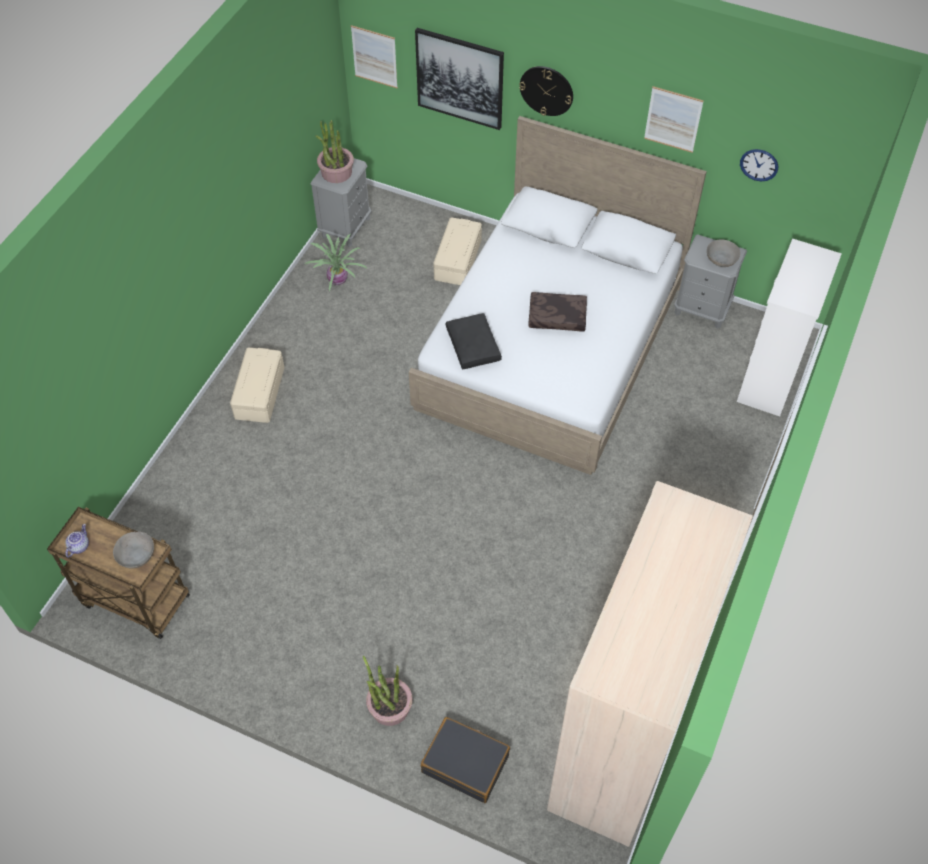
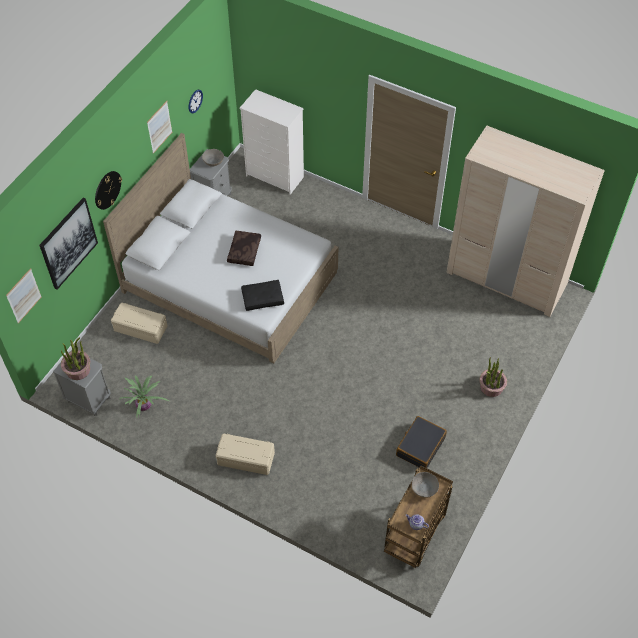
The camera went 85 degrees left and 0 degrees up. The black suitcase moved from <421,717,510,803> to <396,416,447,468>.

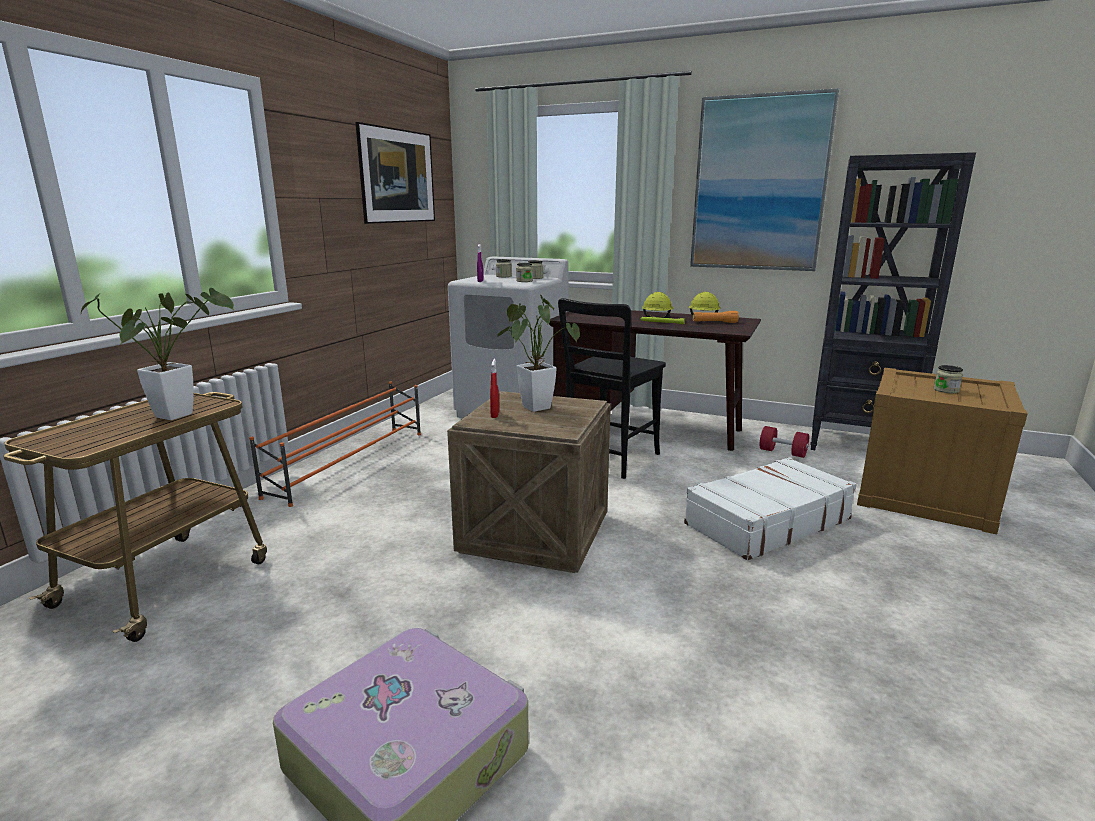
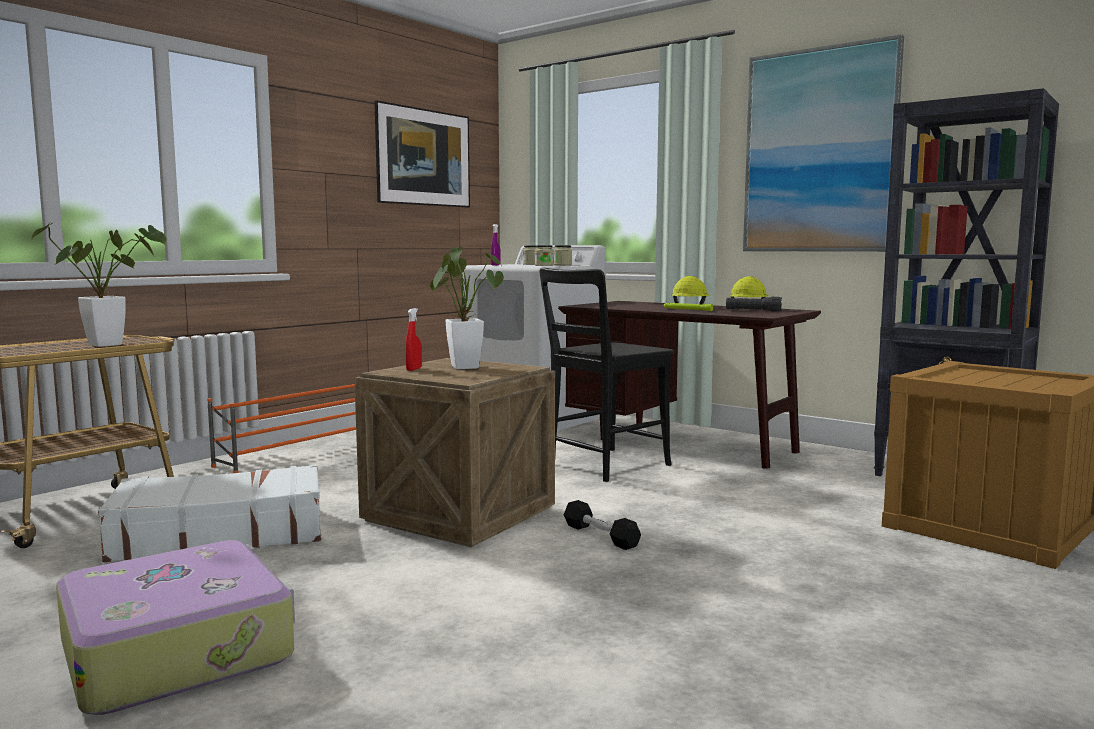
The camera went 15 degrees right and 10 degrees down. The orange flashlight at <693,311,739,323> became the black flashlight at <726,297,782,312>. The jar at <933,365,963,393> disappeared. The red dumbbell at <760,426,809,458> disappeared. The white suitcase moved from <684,457,857,560> to <98,465,321,562>. The black dumbbell at <564,500,641,550> appeared.

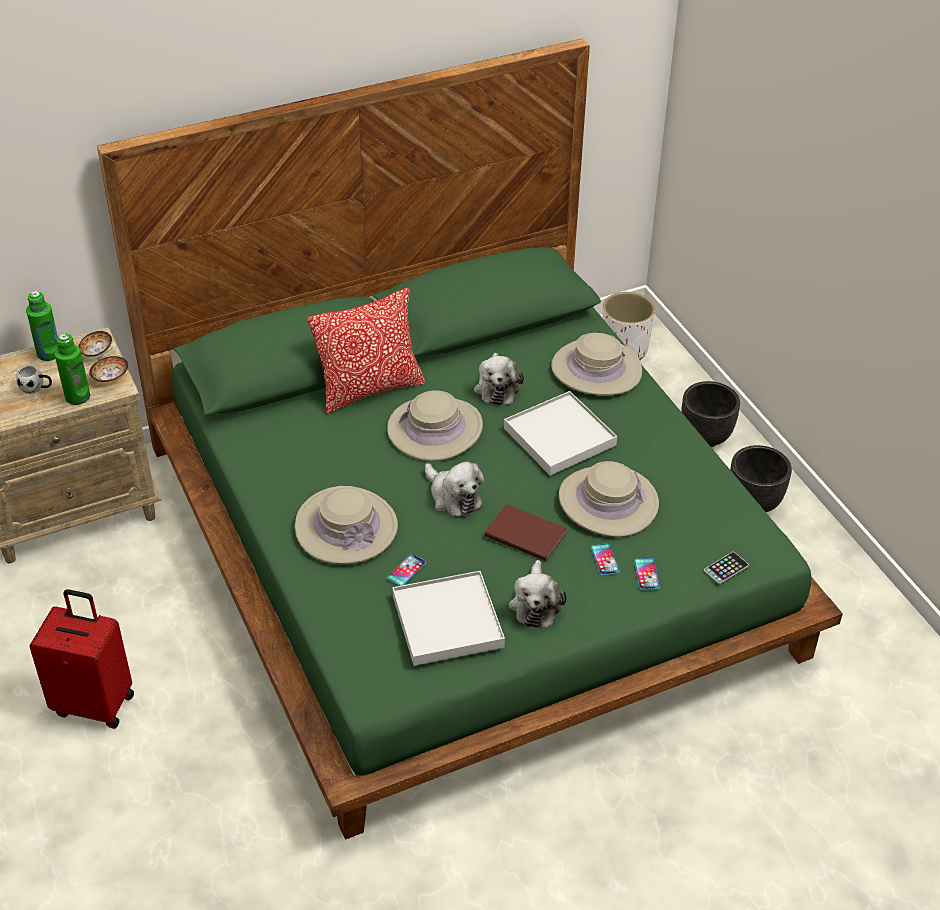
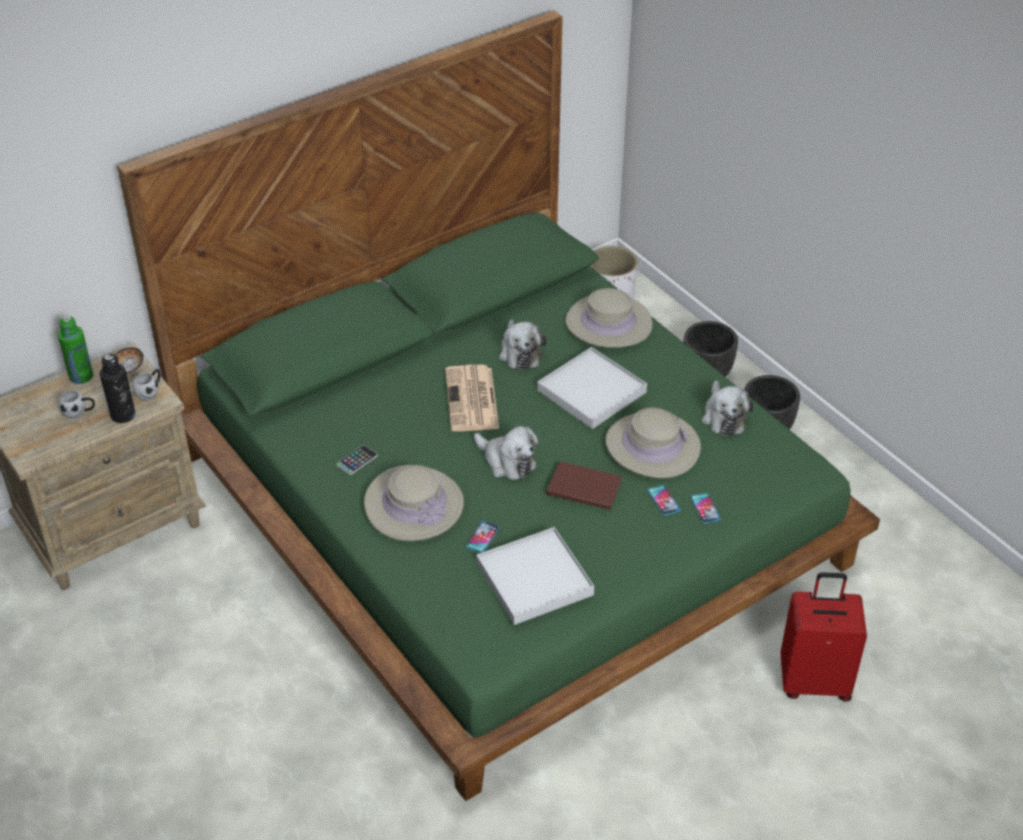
The camera went 10 degrees left and 0 degrees up. The pillow at <308,288,425,414> disappeared. The green bottle at <54,333,90,405> became the black bottle at <100,354,135,423>. The bowl at <89,356,128,382> was replaced by the white mug at <132,369,161,401>. The beige hat at <387,390,483,461> was replaced by the newspaper at <445,365,499,431>. The phone moved from <704,552,749,584> to <336,445,378,475>. The plush toy moved from <509,560,567,628> to <702,381,753,436>. The red suitcase moved from <29,589,134,729> to <780,572,867,702>.

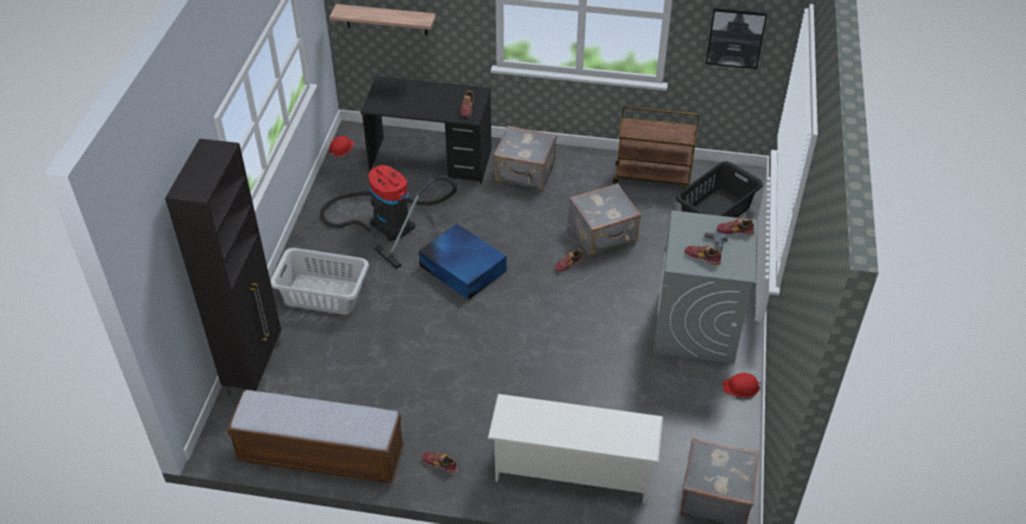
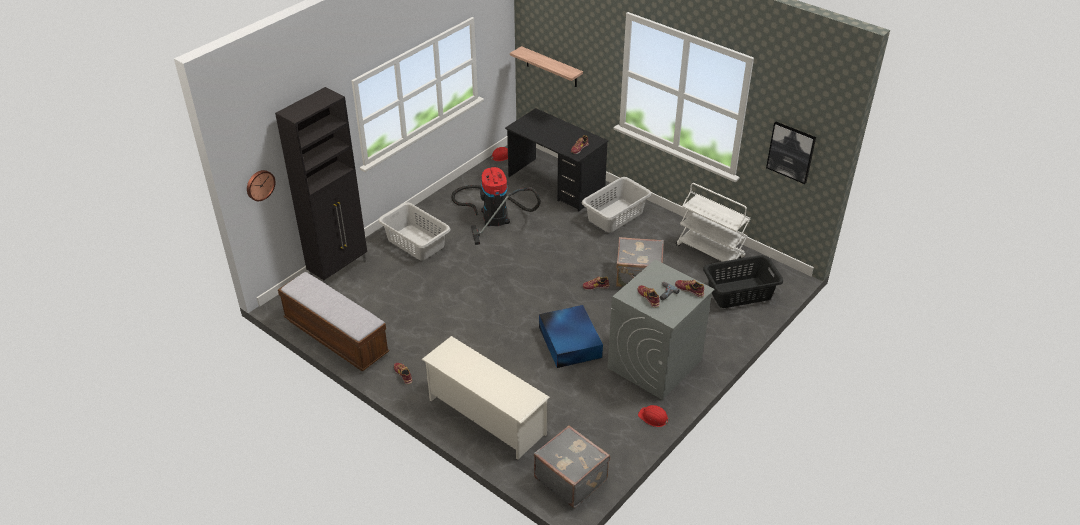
The camera went 30 degrees right and 5 degrees down. The brown cart at <613,106,699,189> became the white cart at <676,183,751,271>. The grey suitcase at <494,126,557,190> was replaced by the grey laundry basket at <582,177,651,232>. The blue storage box moved from <418,224,507,300> to <539,305,603,368>. The wall clock at <247,170,276,201> appeared.

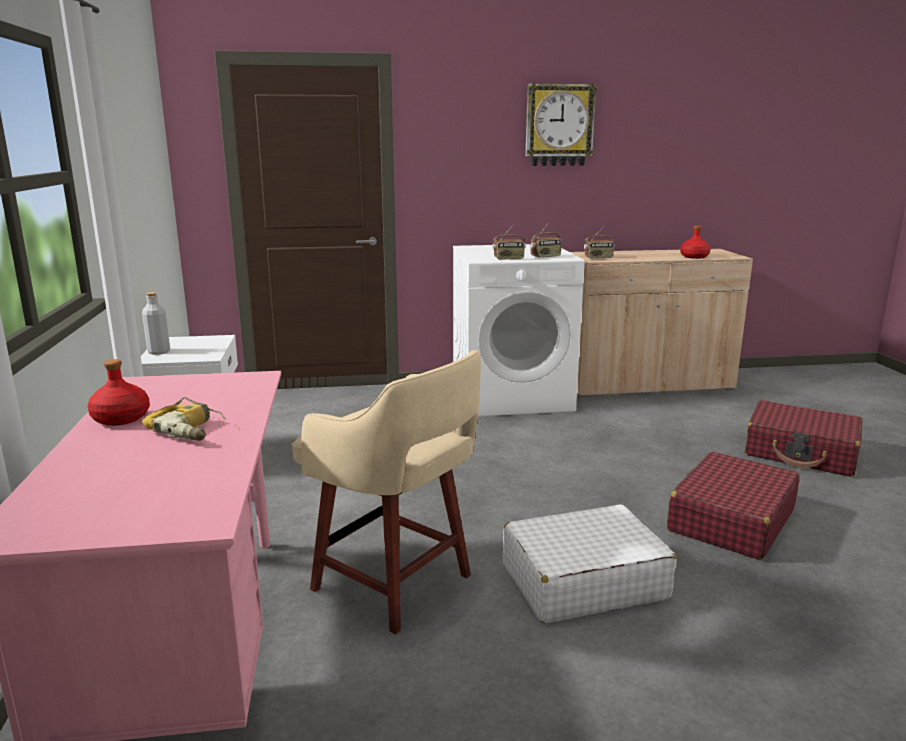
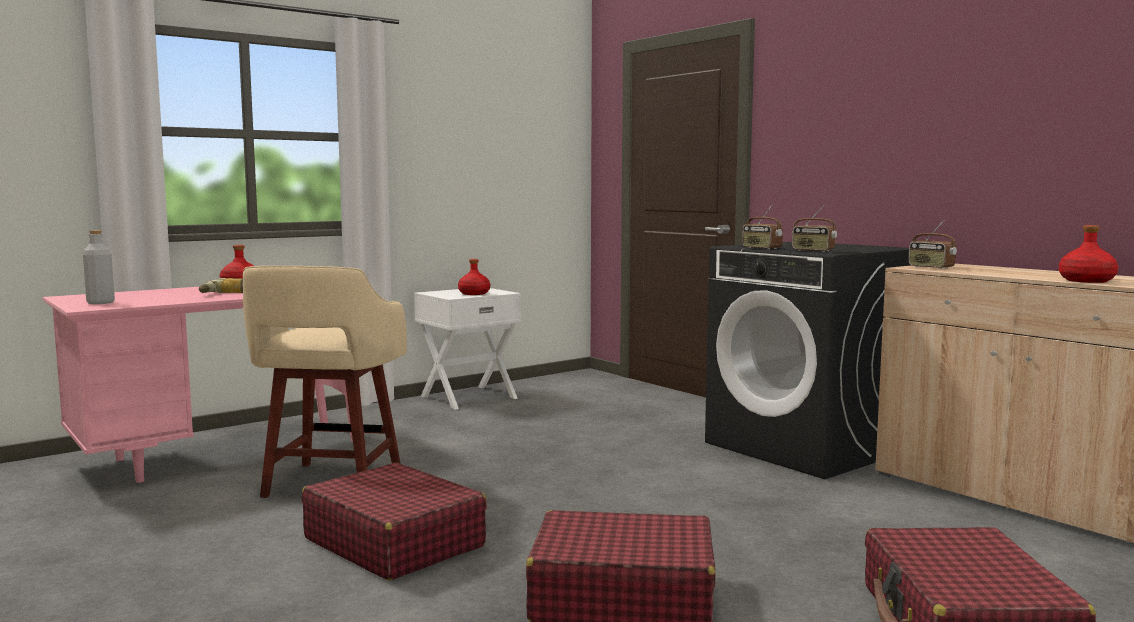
The camera went 60 degrees right and 10 degrees down. The wall clock at <526,83,597,166> disappeared. The white washing machine at <453,244,584,416> became the black washing machine at <705,242,910,479>. The grey bottle moved from <142,292,170,355> to <83,230,115,304>. The white suitcase at <503,504,677,623> became the red suitcase at <302,463,487,580>. The red bottle at <458,259,490,295> appeared.

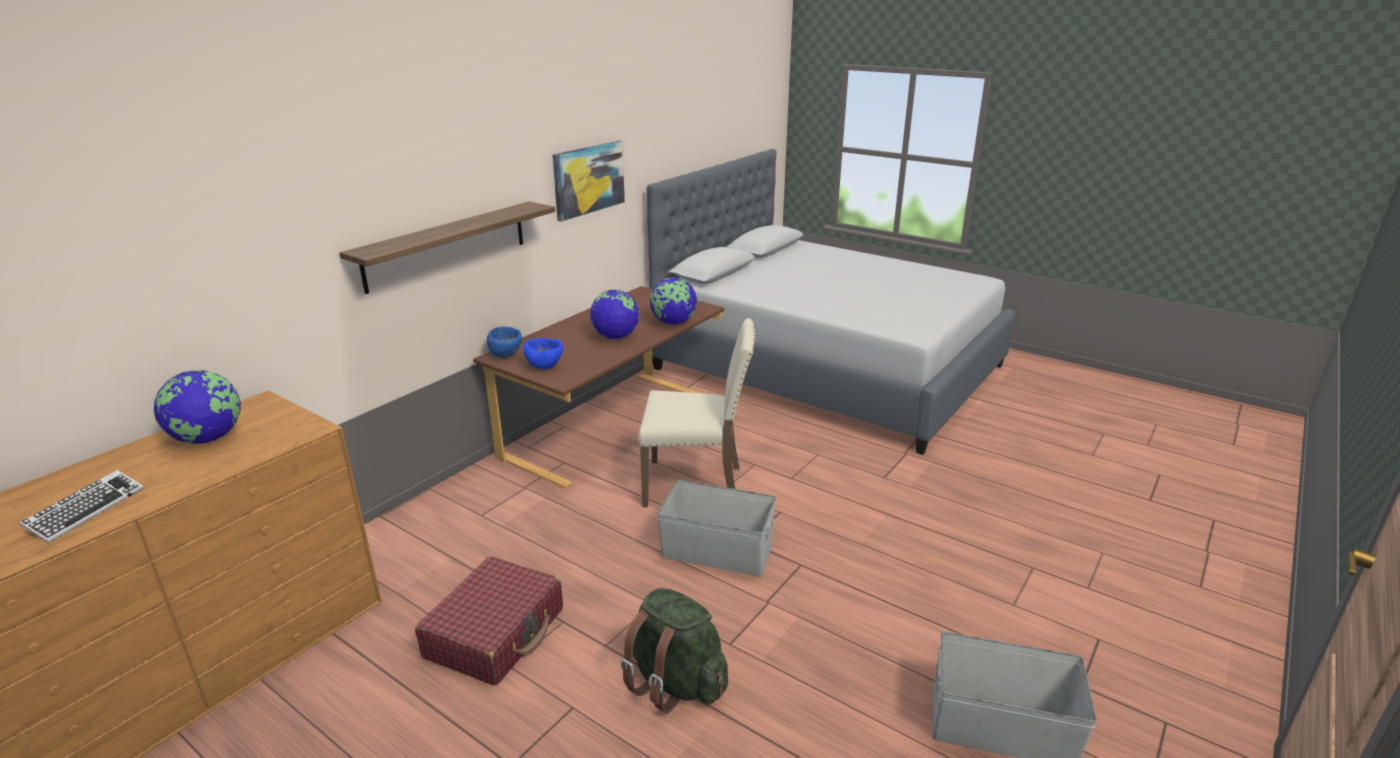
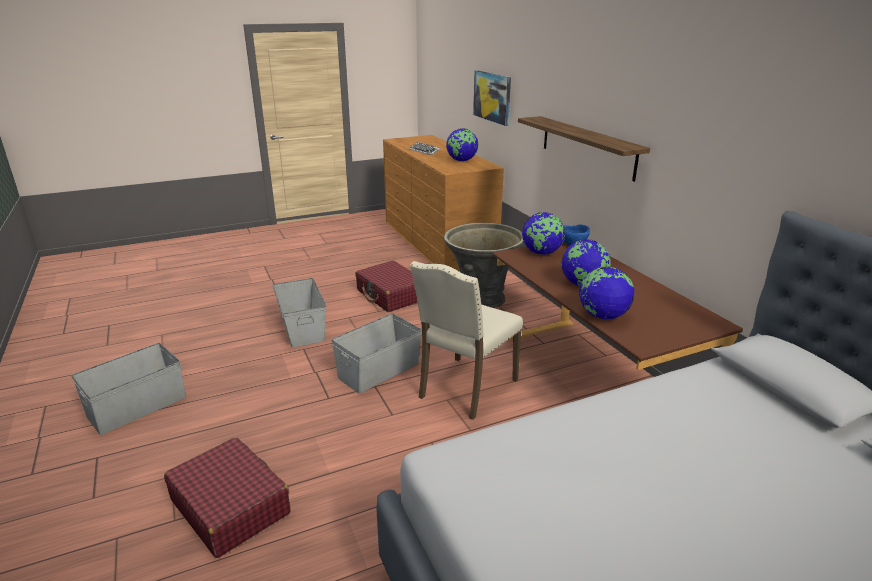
The camera went 120 degrees right and 0 degrees up. The picture moved from <552,140,625,222> to <473,70,511,126>. The blue bowl at <524,338,563,369> was replaced by the globe at <522,212,565,255>. The green backpack at <620,588,728,713> was replaced by the grey storage box at <272,278,327,347>. The grey planter at <444,223,524,308> appeared. The red suitcase at <164,437,290,558> appeared.

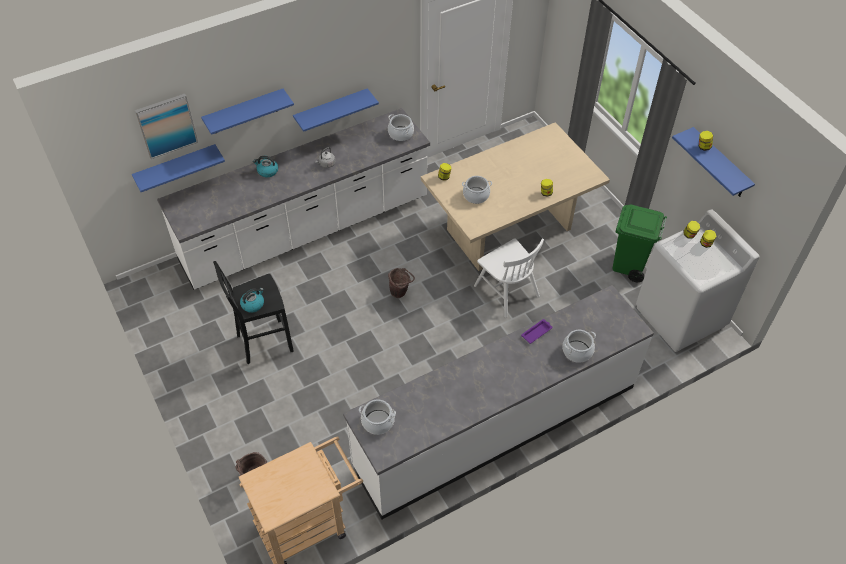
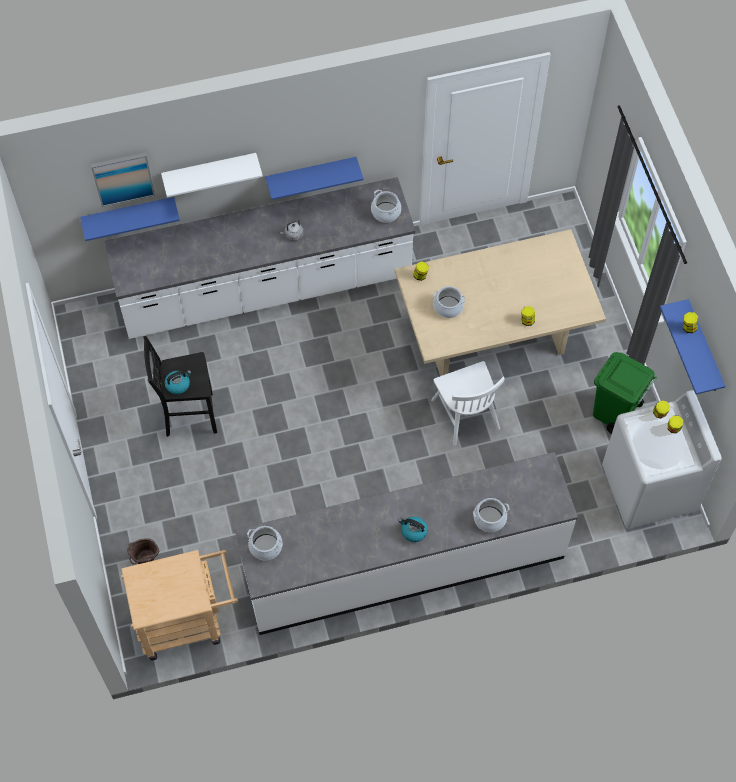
The camera went 15 degrees right and 10 degrees up. The blue shelf at <201,89,294,135> became the white shelf at <161,153,263,197>. The kettle moved from <253,156,278,177> to <398,517,428,542>. The brown bucket at <388,268,415,298> disappeared. The purple tray at <521,319,552,344> disappeared.

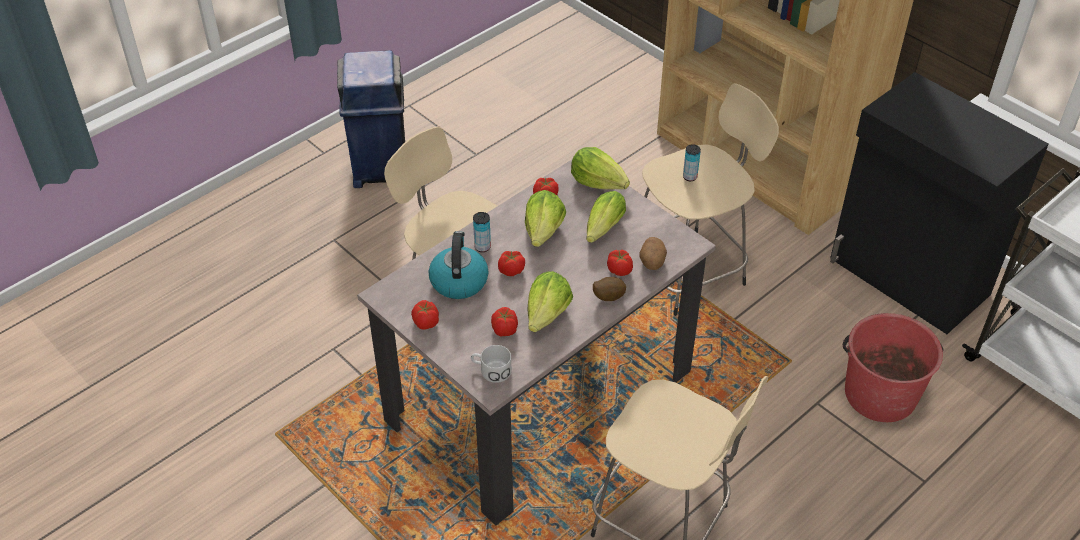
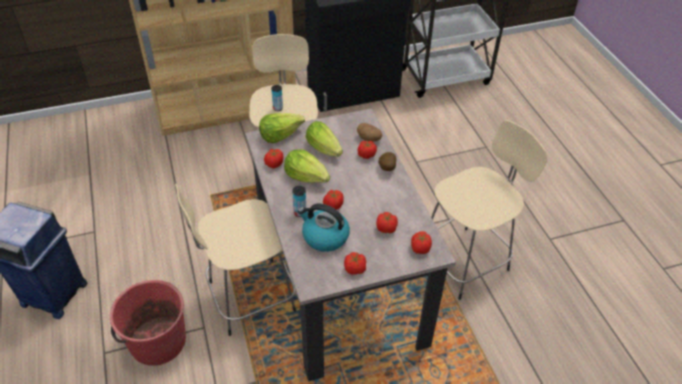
The camera went 65 degrees left and 0 degrees up. The lettuce at <528,271,573,332> disappeared. The red bucket moved from <843,313,944,422> to <110,280,186,366>. The white mug at <471,345,512,383> was replaced by the tomato at <411,231,432,254>.

